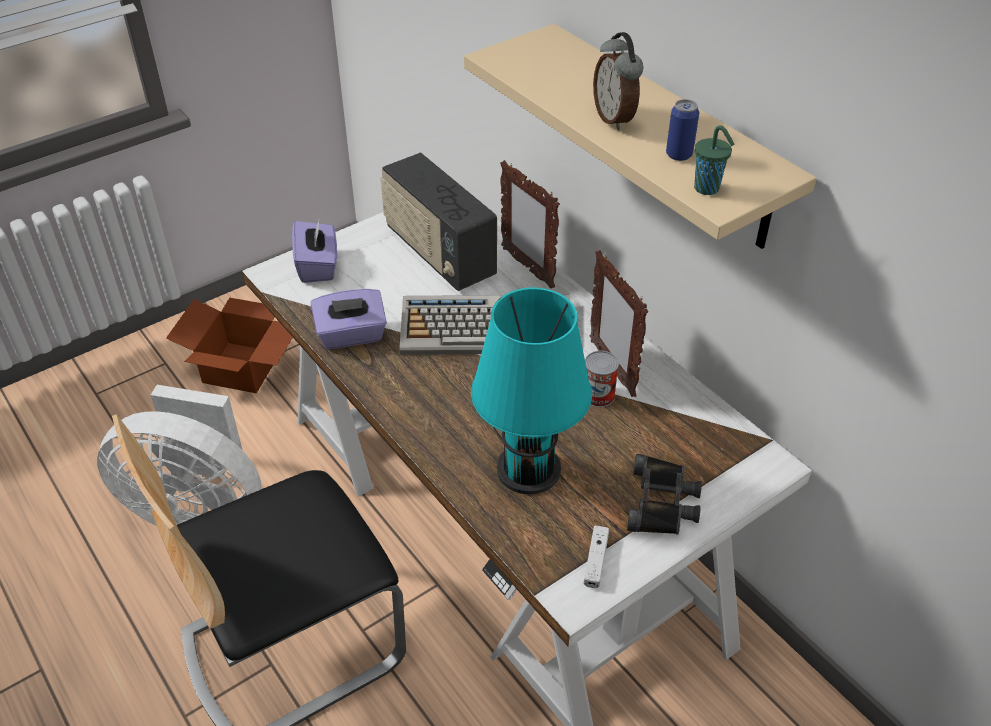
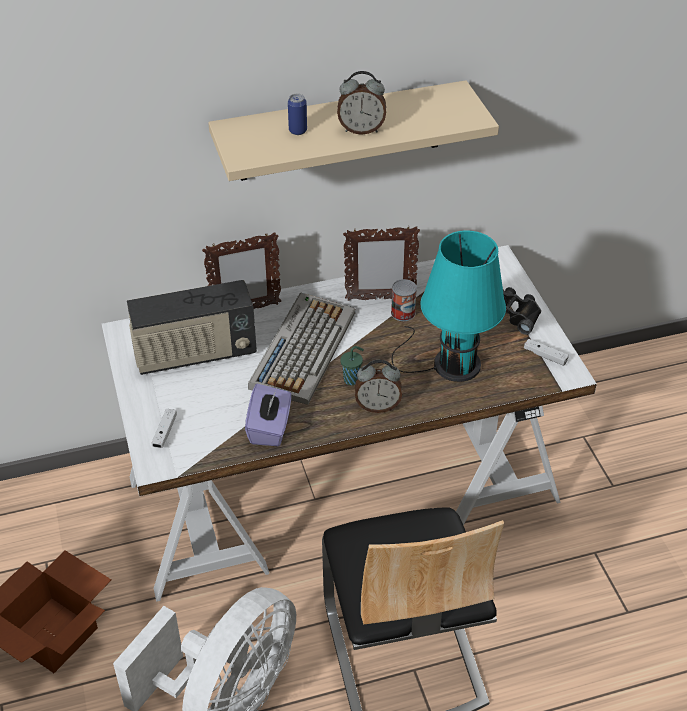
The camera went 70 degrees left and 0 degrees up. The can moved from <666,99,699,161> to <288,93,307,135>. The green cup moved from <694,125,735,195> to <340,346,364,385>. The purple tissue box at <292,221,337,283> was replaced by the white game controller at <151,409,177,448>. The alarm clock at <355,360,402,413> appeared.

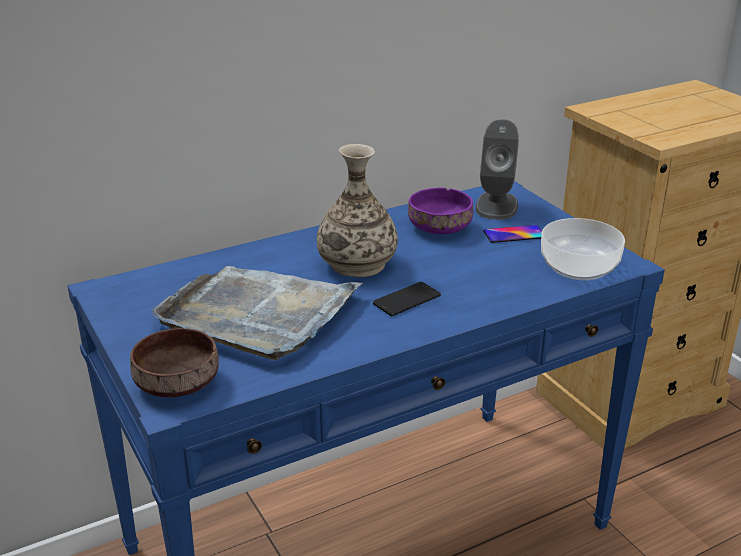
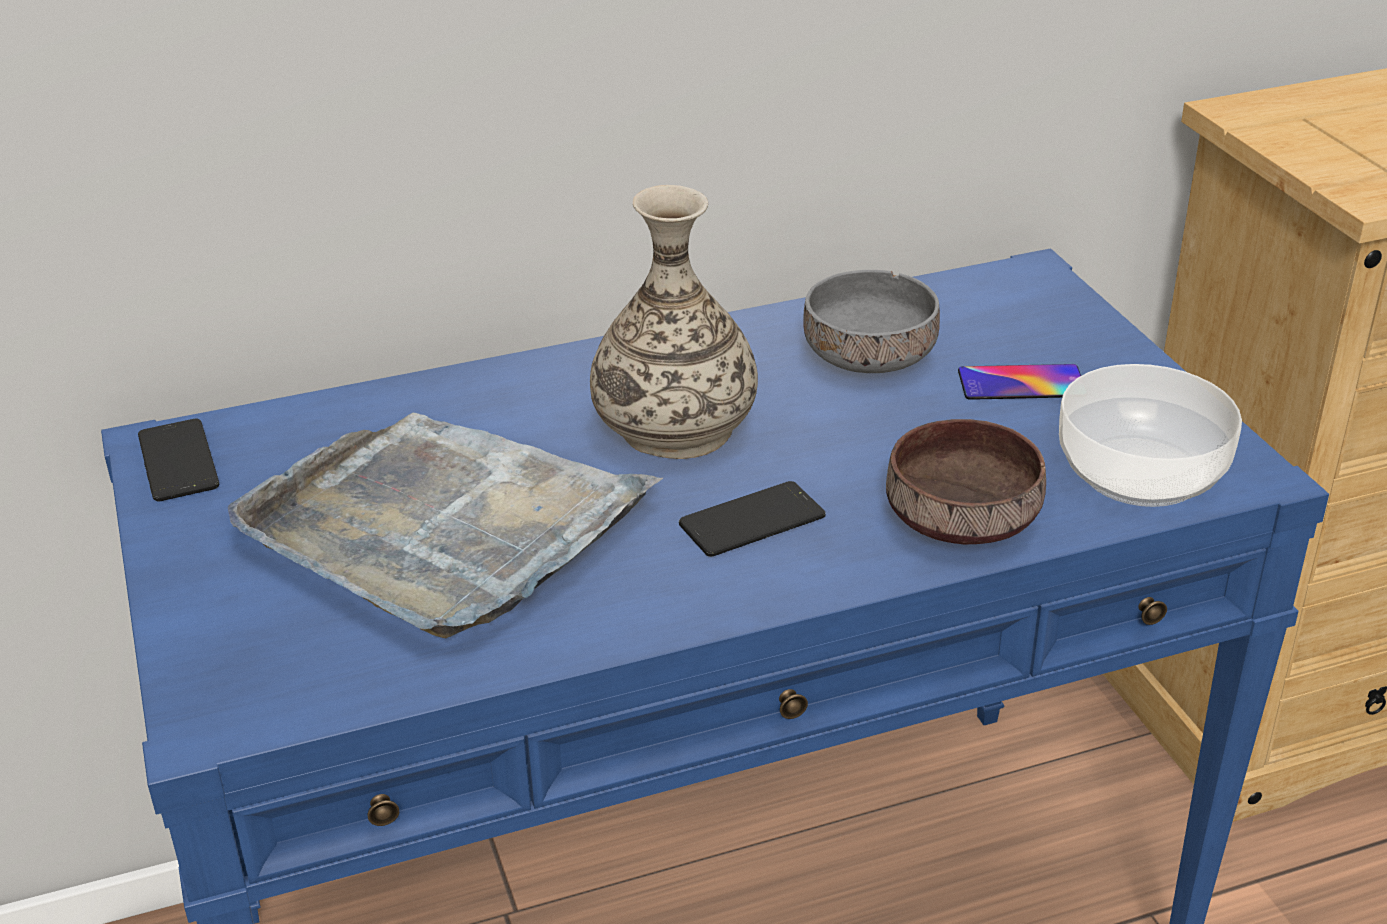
The camera went 10 degrees right and 5 degrees up. The grey speaker at <475,119,519,220> disappeared. The purple bowl at <408,188,473,234> became the grey bowl at <803,270,940,373>. The brown bowl moved from <130,328,219,397> to <886,419,1046,544>. The phone at <138,418,219,501> appeared.

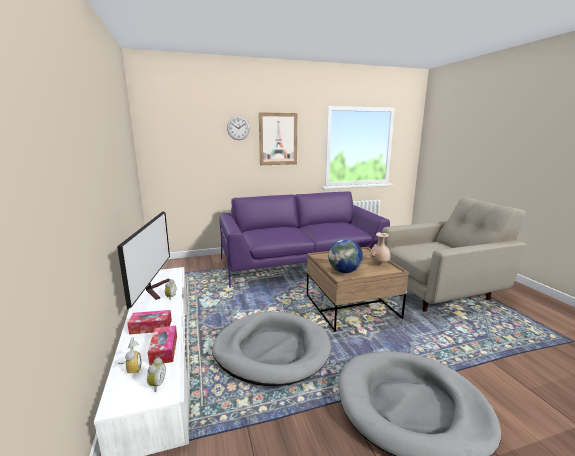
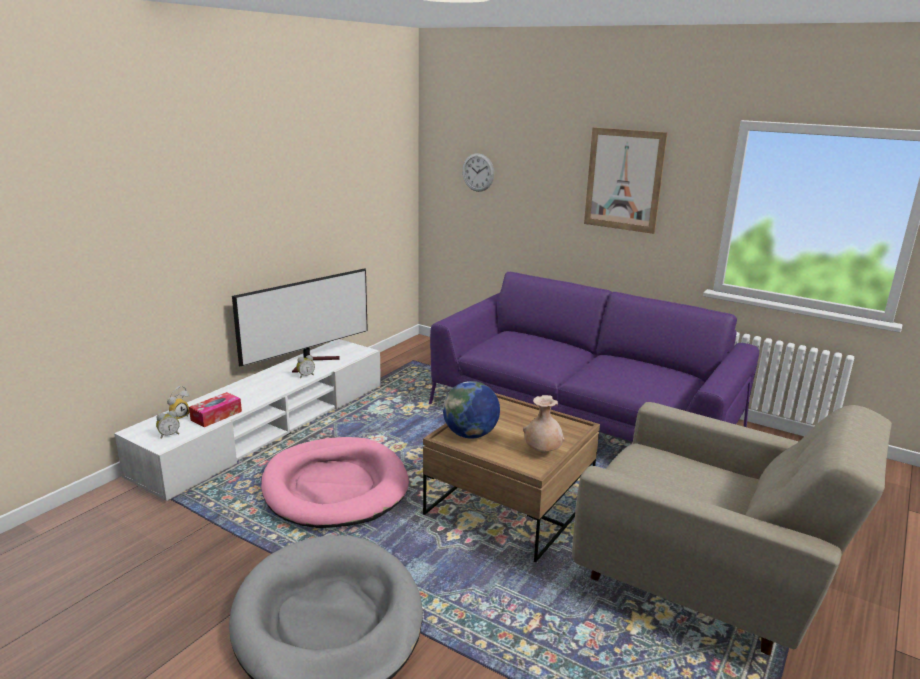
The camera went 50 degrees right and 5 degrees up. The wall clock moved from <227,116,250,140> to <462,153,494,192>. The tissue box at <127,310,172,335> disappeared. The grey dog bed at <212,311,331,386> became the pink dog bed at <261,437,409,528>.

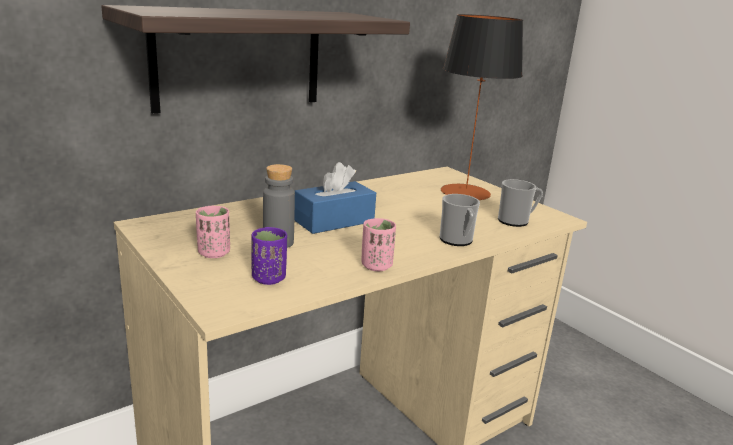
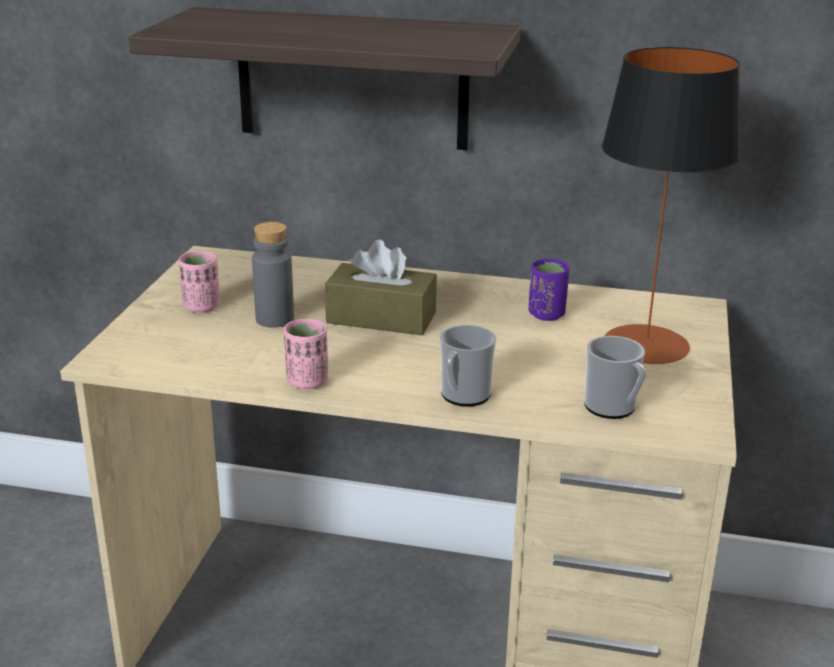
The camera went 50 degrees right and 5 degrees up. The blue tissue box at <294,162,376,234> became the brown tissue box at <325,240,437,335>. The purple cup moved from <251,227,287,285> to <529,258,569,321>.

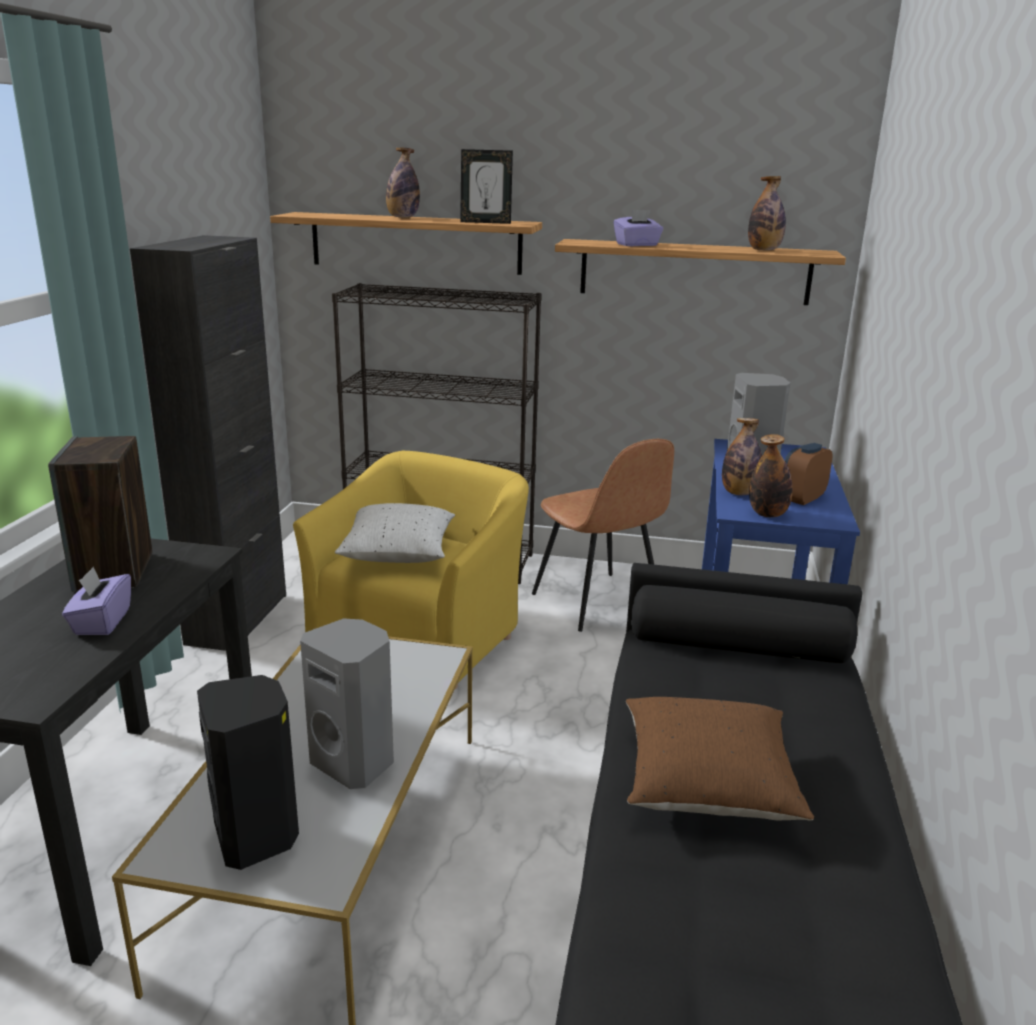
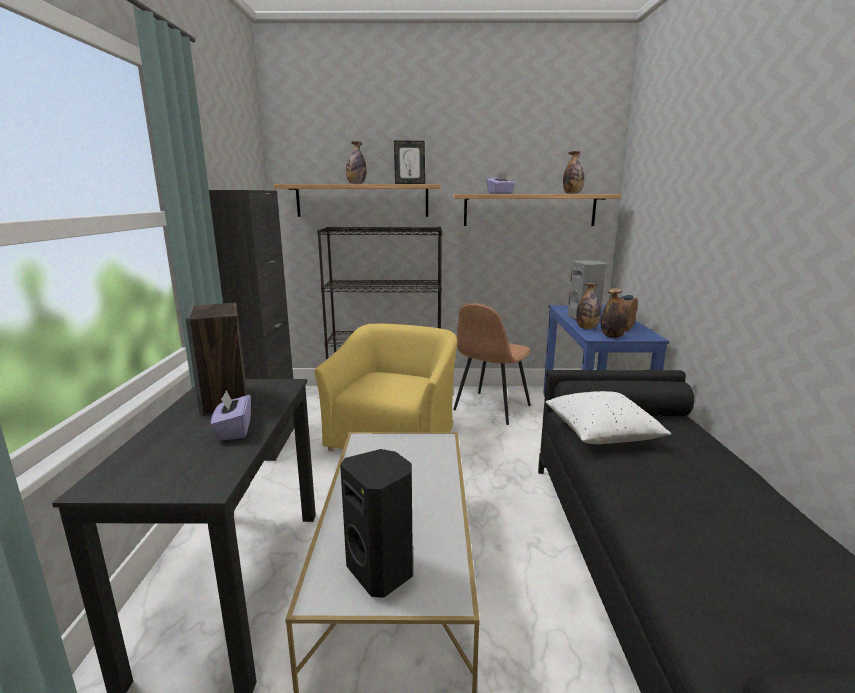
The camera went 10 degrees left and 5 degrees down. The brown chair at <532,439,674,632> turned 75 degrees clockwise. The white pillow moved from <335,503,455,563> to <545,391,671,444>. The grey speaker at <300,618,394,789> disappeared. The brown pillow at <626,697,814,821> disappeared.

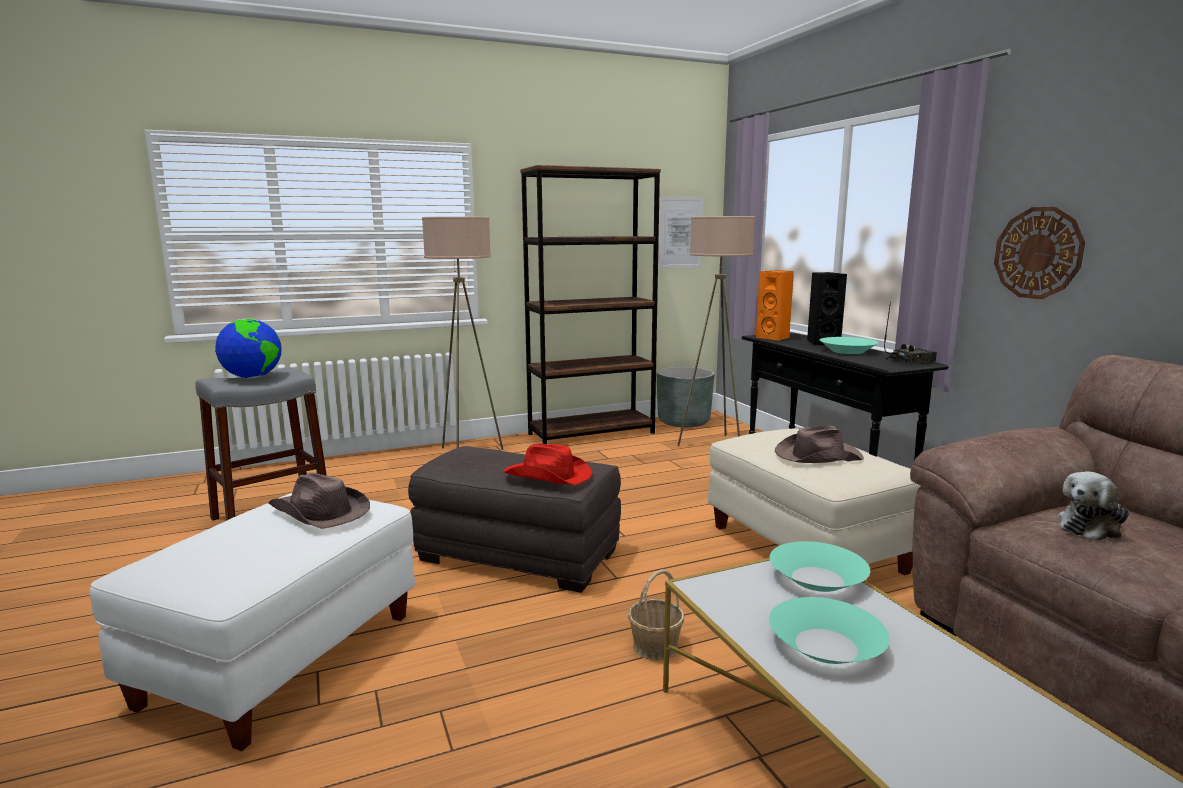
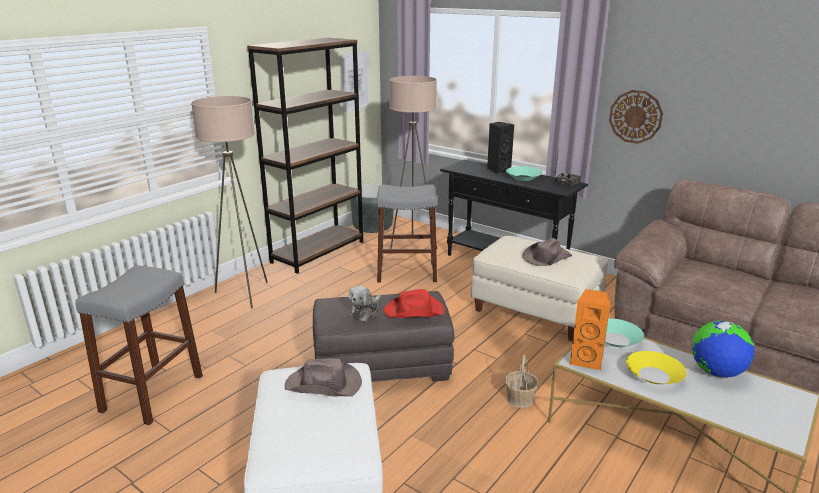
The camera went 30 degrees left and 10 degrees up. The orange speaker moved from <756,270,794,341> to <570,289,611,370>. The globe moved from <215,319,282,379> to <692,321,755,378>. The plush toy moved from <1057,471,1129,541> to <348,286,382,322>. The turquoise bowl at <769,597,890,664> became the yellow bowl at <626,351,686,384>. The grey stool at <377,184,437,283> appeared.

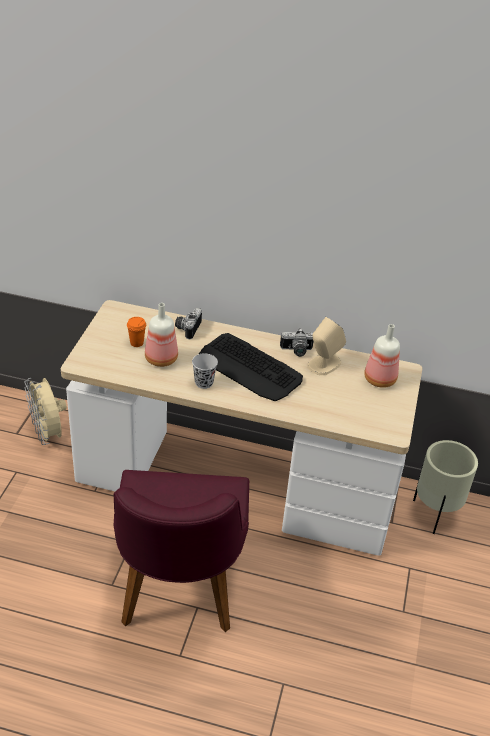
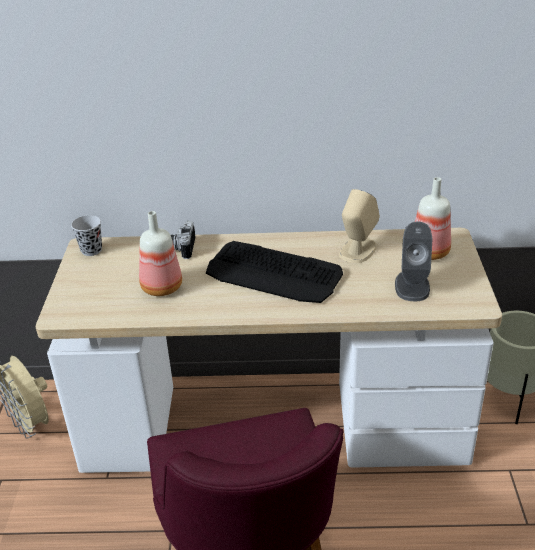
The camera went 10 degrees left and 5 degrees down. The orange cup at <127,317,146,347> disappeared. The photo camera at <280,328,313,357> disappeared. The black cup moved from <192,353,218,389> to <71,215,102,256>. The grey speaker at <395,222,433,301> appeared.

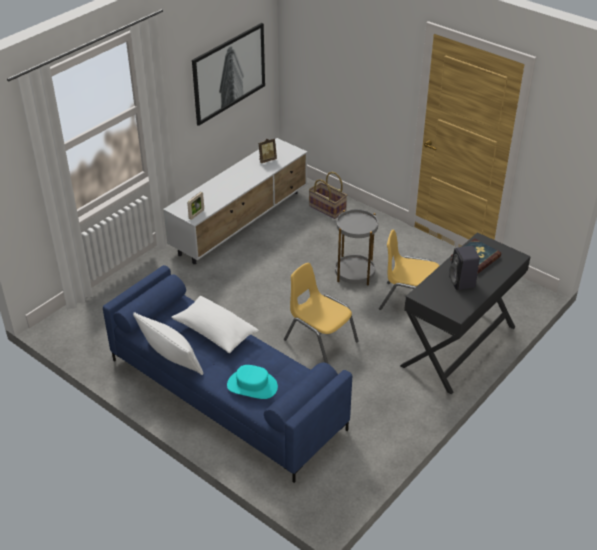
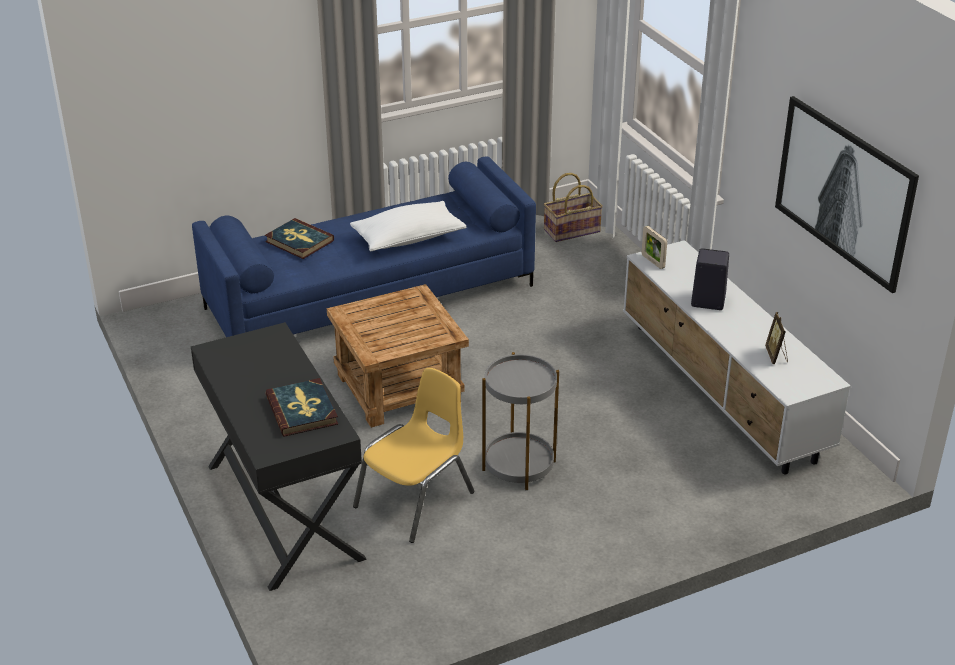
The camera went 115 degrees right and 5 degrees down. The basket moved from <309,172,347,219> to <544,173,603,242>. The black speaker moved from <449,246,480,290> to <691,248,729,310>. The yellow chair at <284,263,359,363> was replaced by the brown side table at <327,284,469,428>. The white pillow at <133,312,203,375> disappeared. The turquoise hat at <227,365,278,399> was replaced by the book at <265,218,334,259>.

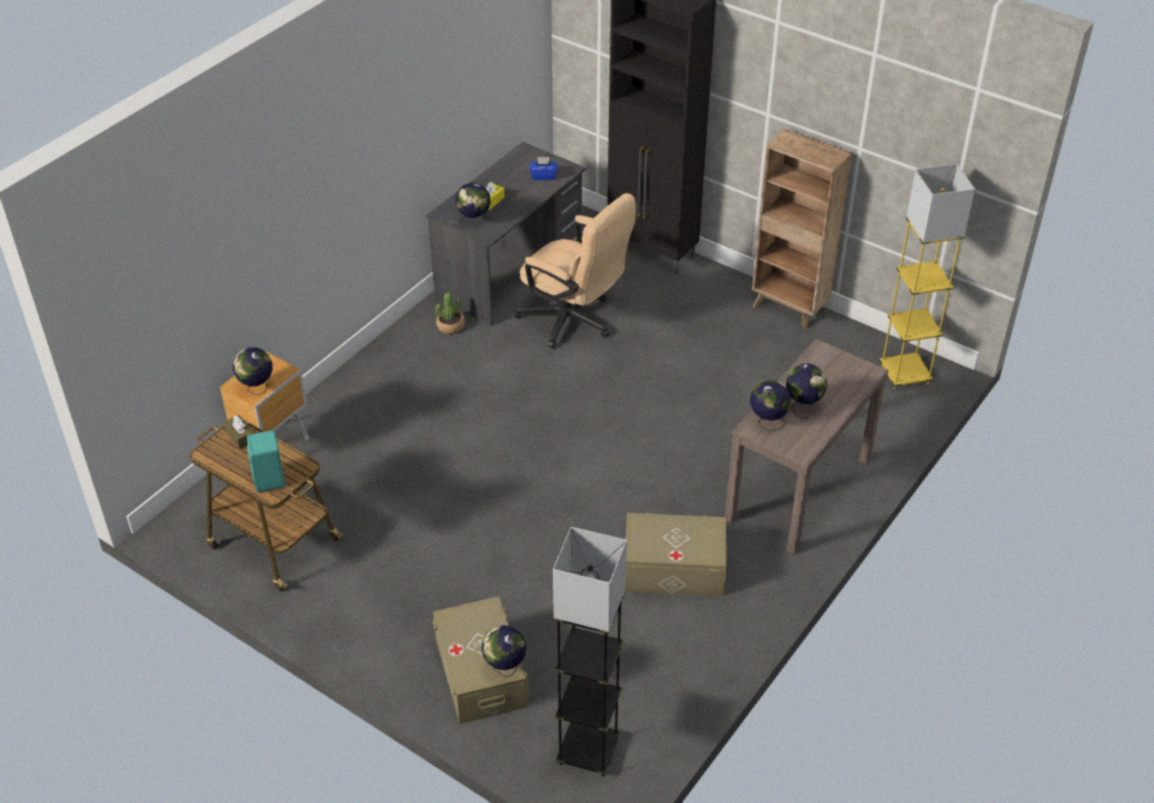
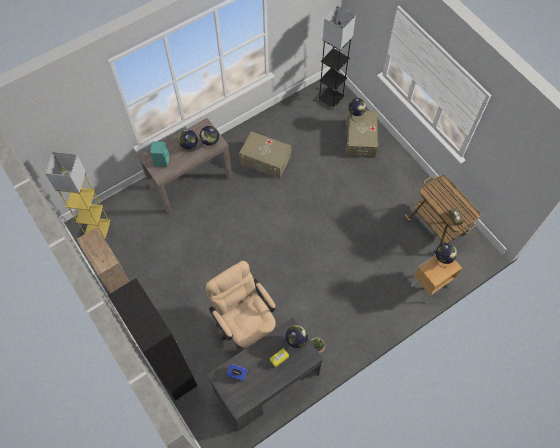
The camera went 160 degrees left and 20 degrees up. The turquoise speaker moved from <247,430,285,492> to <150,141,169,167>.

